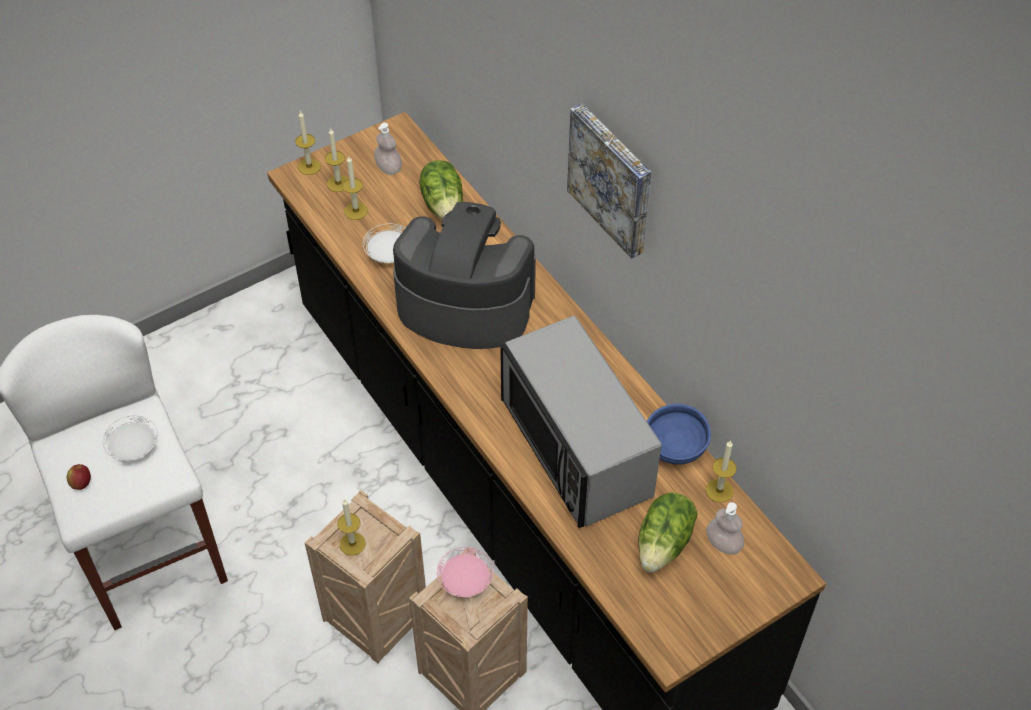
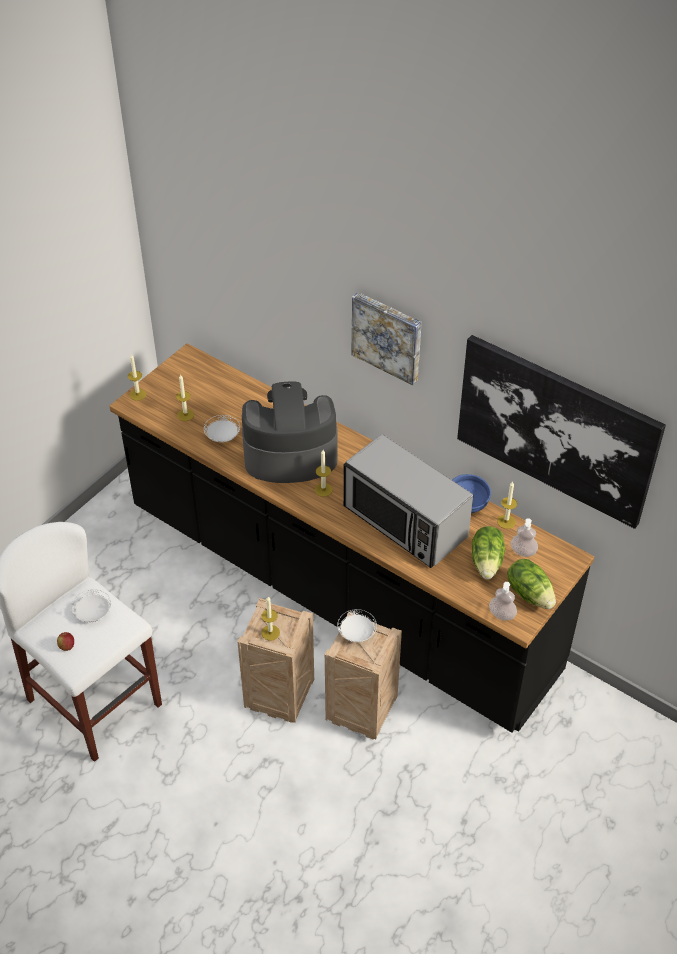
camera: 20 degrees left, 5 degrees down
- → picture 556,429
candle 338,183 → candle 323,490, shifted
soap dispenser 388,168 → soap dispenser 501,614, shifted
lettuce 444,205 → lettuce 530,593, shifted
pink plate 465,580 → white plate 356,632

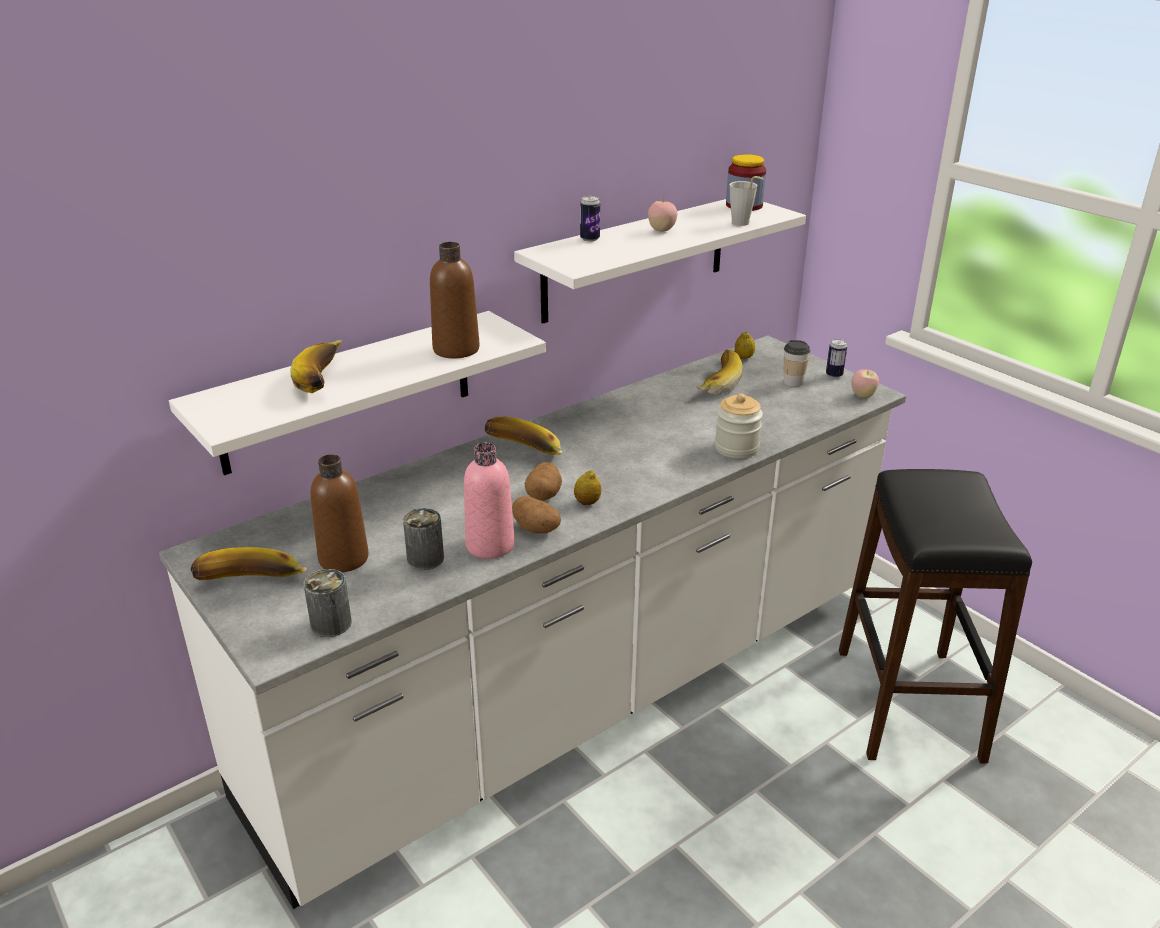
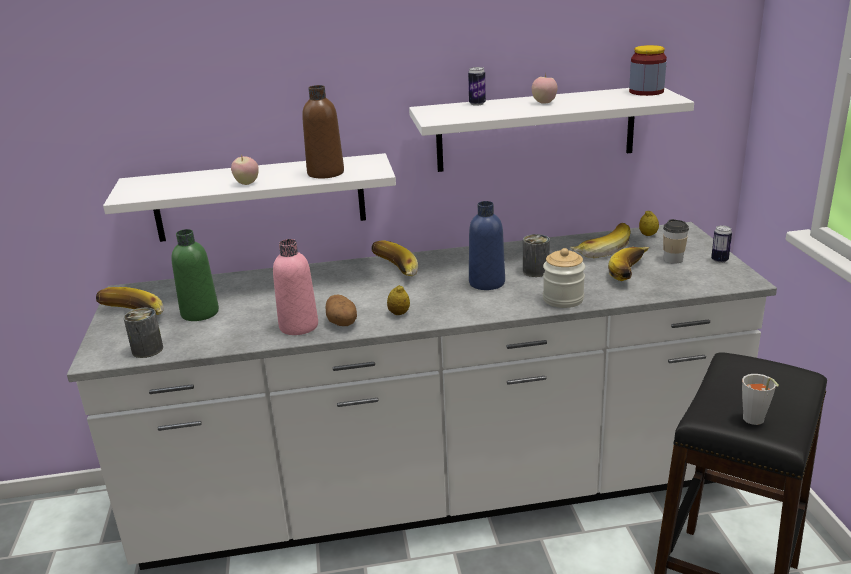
camera: 30 degrees right, 5 degrees down
potato 544,494 → -
- → blue bottle 487,283
banana 327,379 → banana 633,273, shifted
can 425,559 → can 535,271, shifted
grey cup 743,224 → grey cup 755,422, shifted
apple 862,396 → apple 247,183, shifted
brown bottle 343,558 → green bottle 200,313

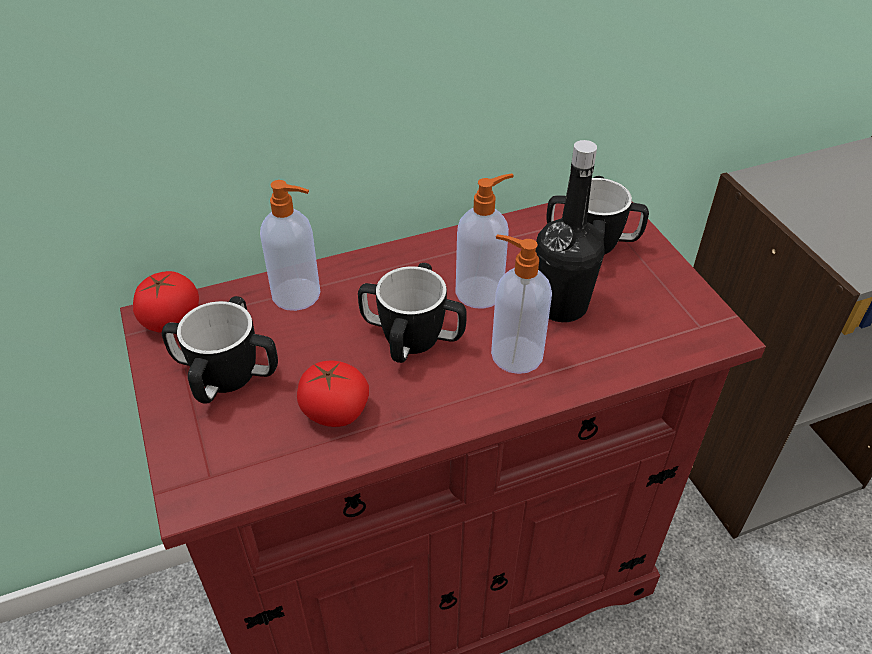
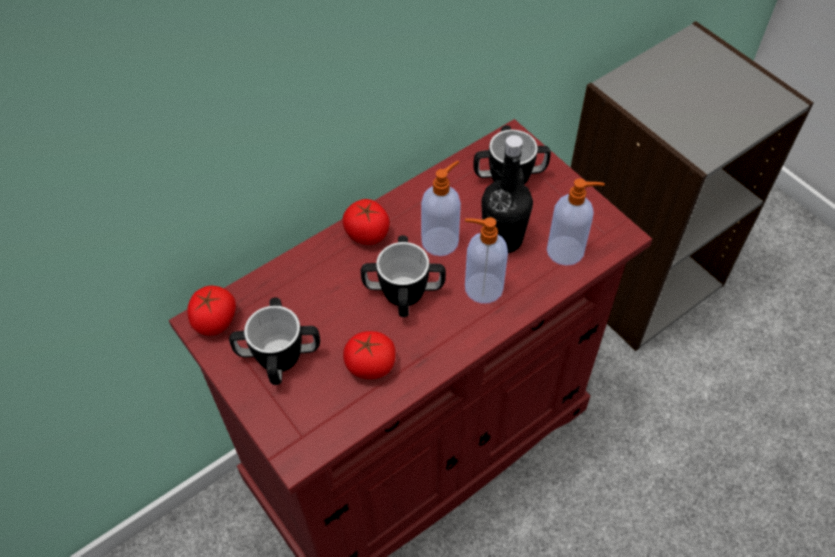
camera: 15 degrees left, 10 degrees up
- → tomato 367,233
soap dispenser 298,295 → soap dispenser 566,251, shifted

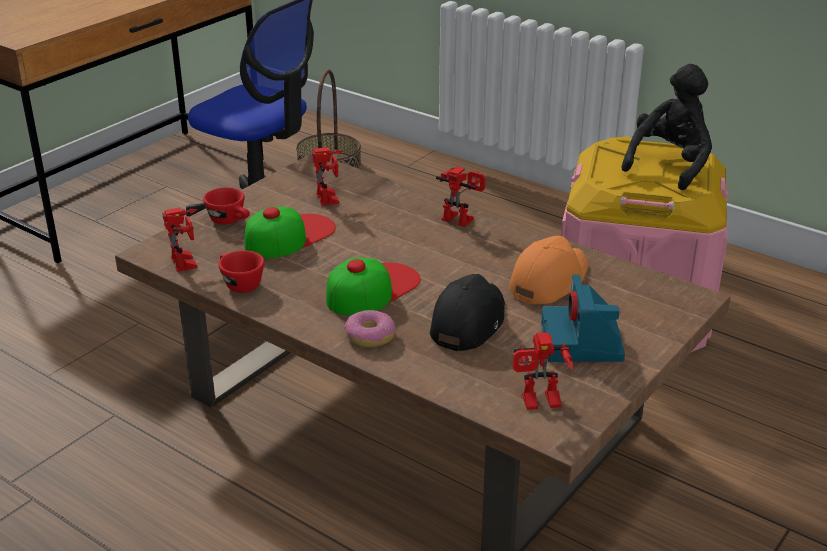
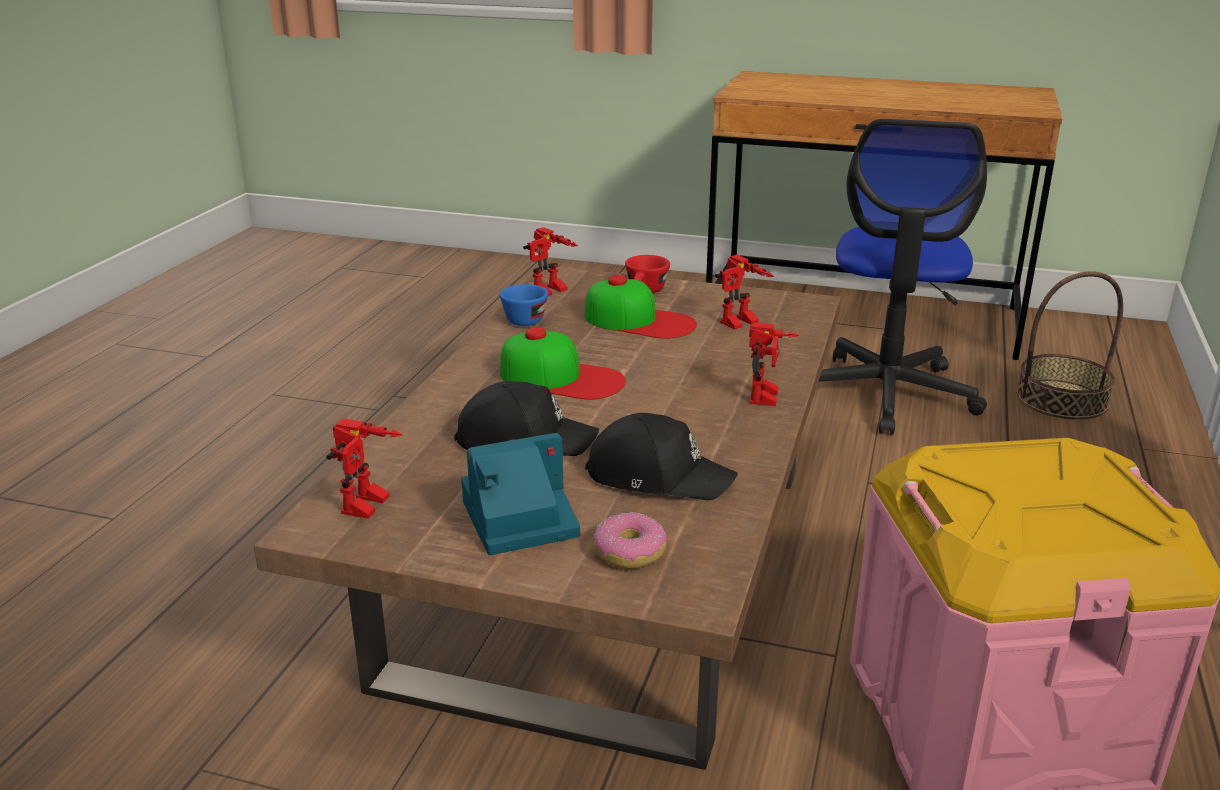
camera: 70 degrees right, 5 degrees down
black plush toy 669,165 → -
donut 369,336 → donut 629,552, shifted
red cup 239,283 → blue cup 528,318
orange cap 548,281 → black cap 658,476
toy robot 539,404 → toy robot 369,507, 135 degrees counterclockwise

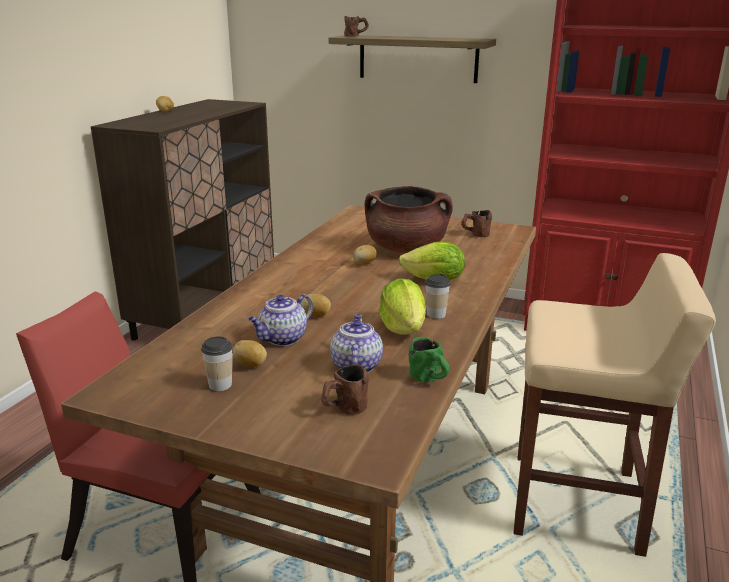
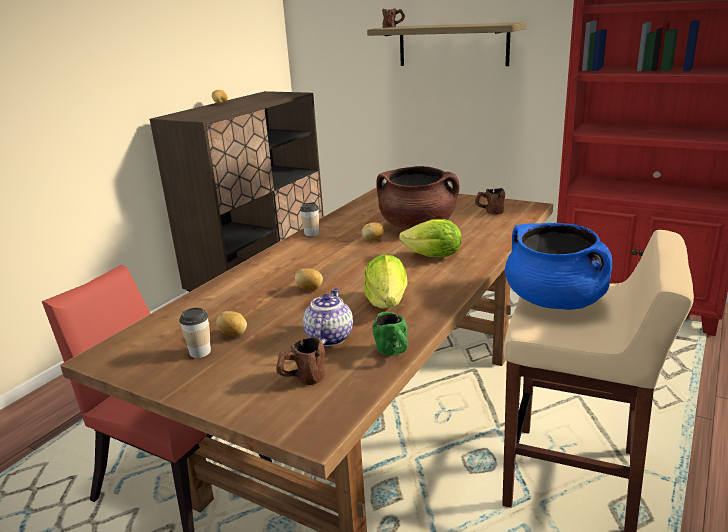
camera: 10 degrees right, 0 degrees up
teapot 282,339 → -
- → blue cooking pot 555,301
cup 436,314 → cup 311,234, shifted

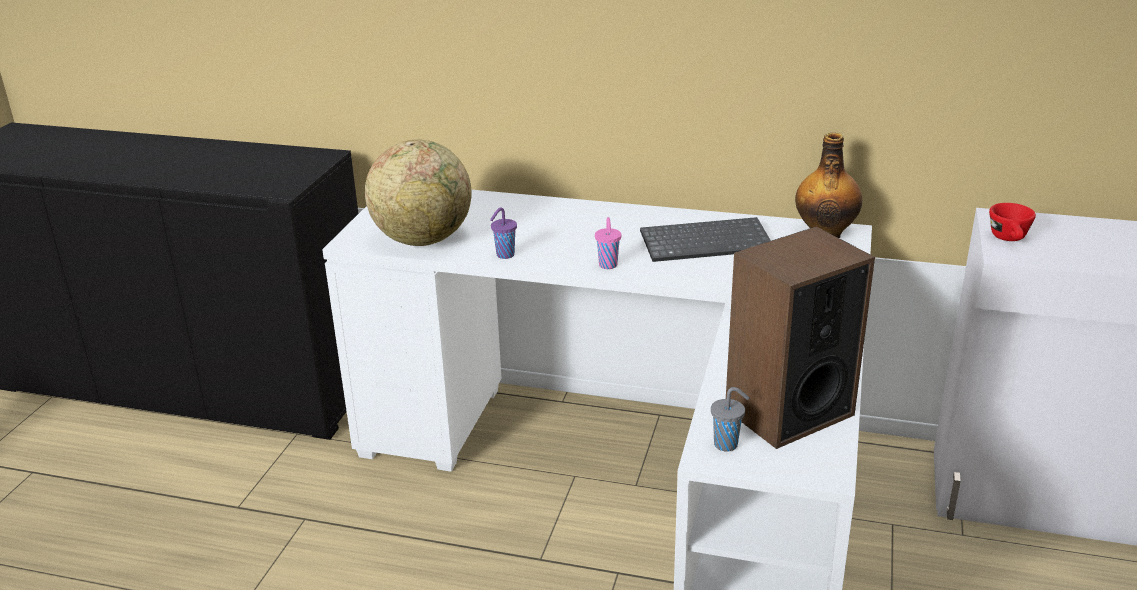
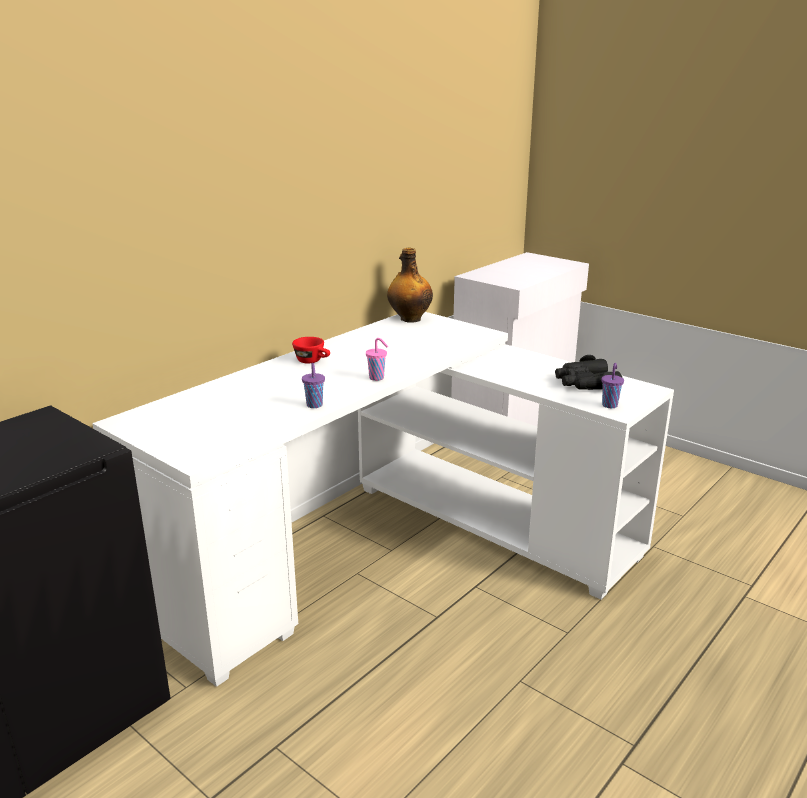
camera: 65 degrees left, 5 degrees down
globe 423,239 → -
keyboard 707,242 → -
red cup 1010,239 → red cup 313,361, shifted
speaker 788,412 → black binoculars 586,383
grey cup 727,445 → purple cup 610,405

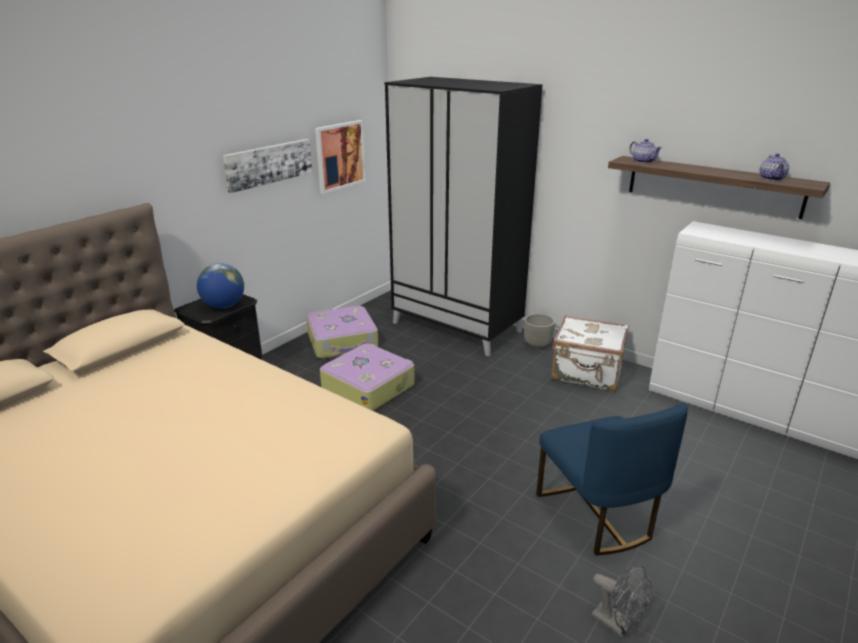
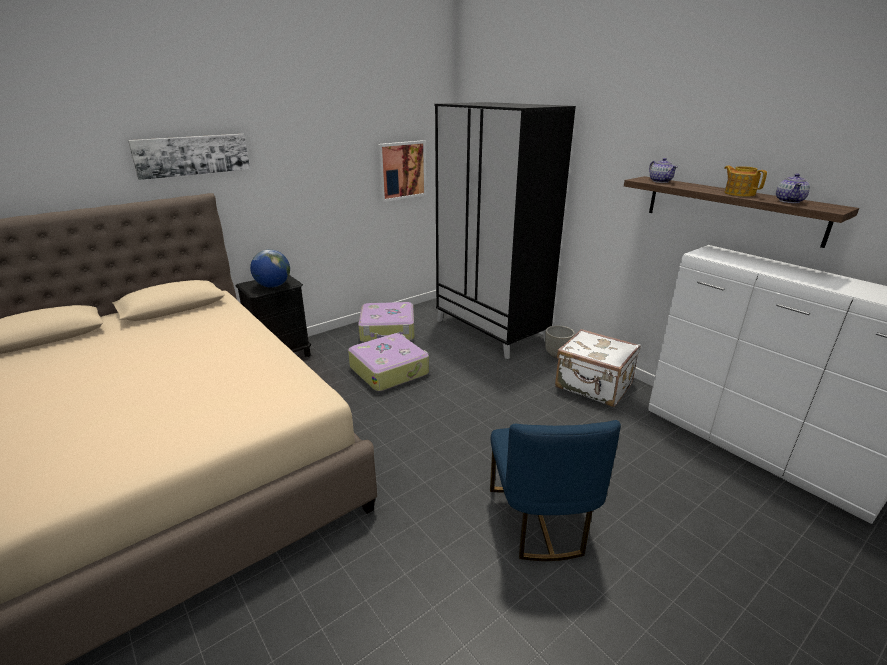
camera: 15 degrees right, 0 degrees up
grey fan 617,624 → -
- → teapot 739,193
picture 268,164 → picture 192,155, shifted

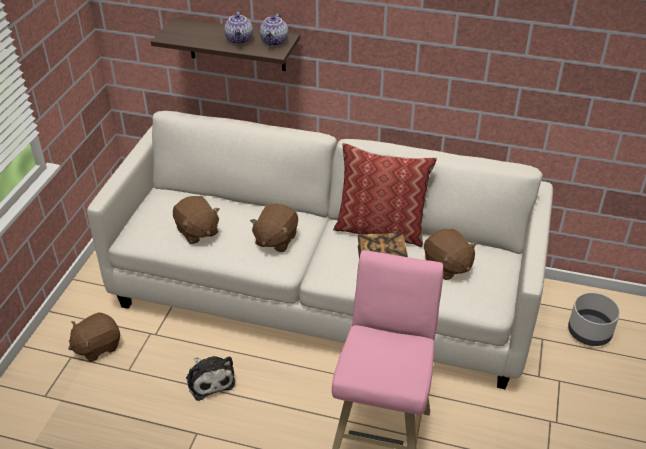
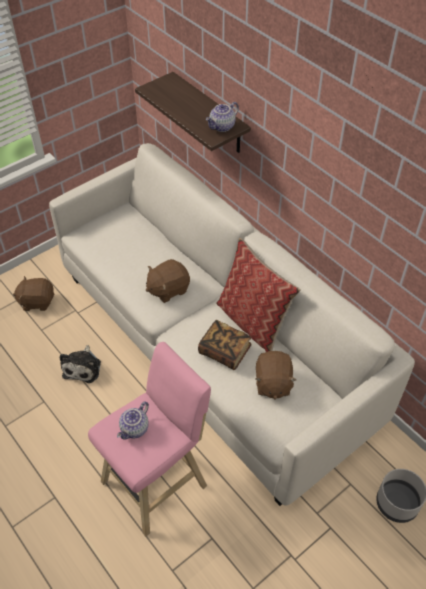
camera: 35 degrees right, 10 degrees up
brown plush toy 197,231 → -
teapot 240,40 → teapot 135,429, shifted

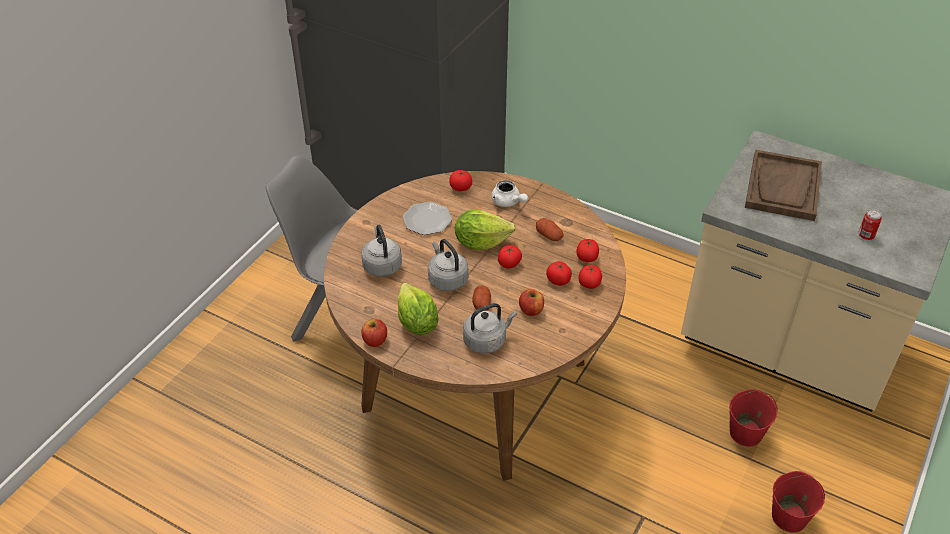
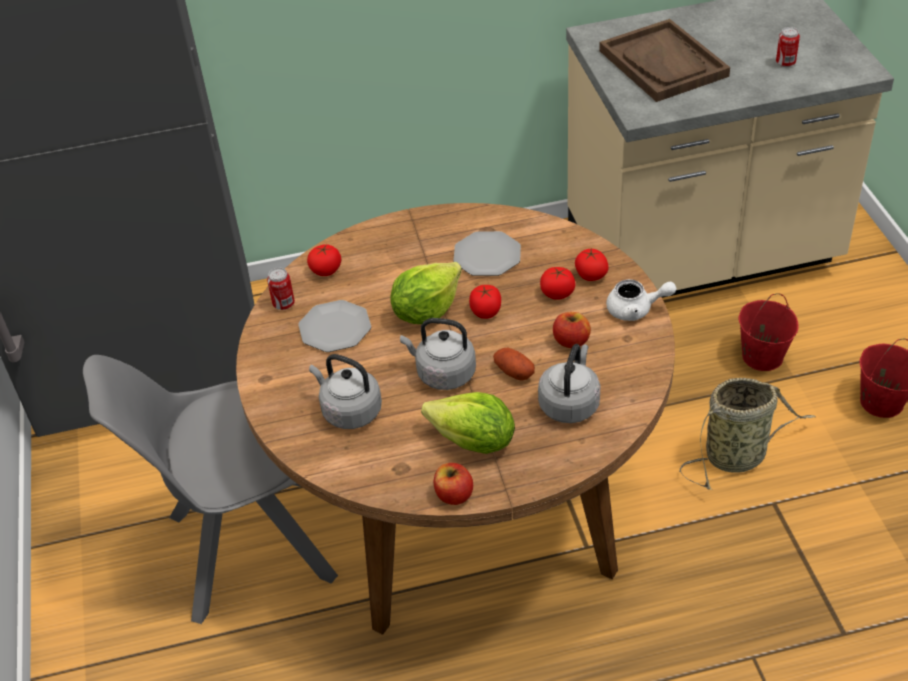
camera: 40 degrees left, 0 degrees up
tomato 587,257 → -
- → can 284,304
- → basket 738,455
white teapot 508,202 → white teapot 636,310, shifted
potato 549,235 → plate 487,256

